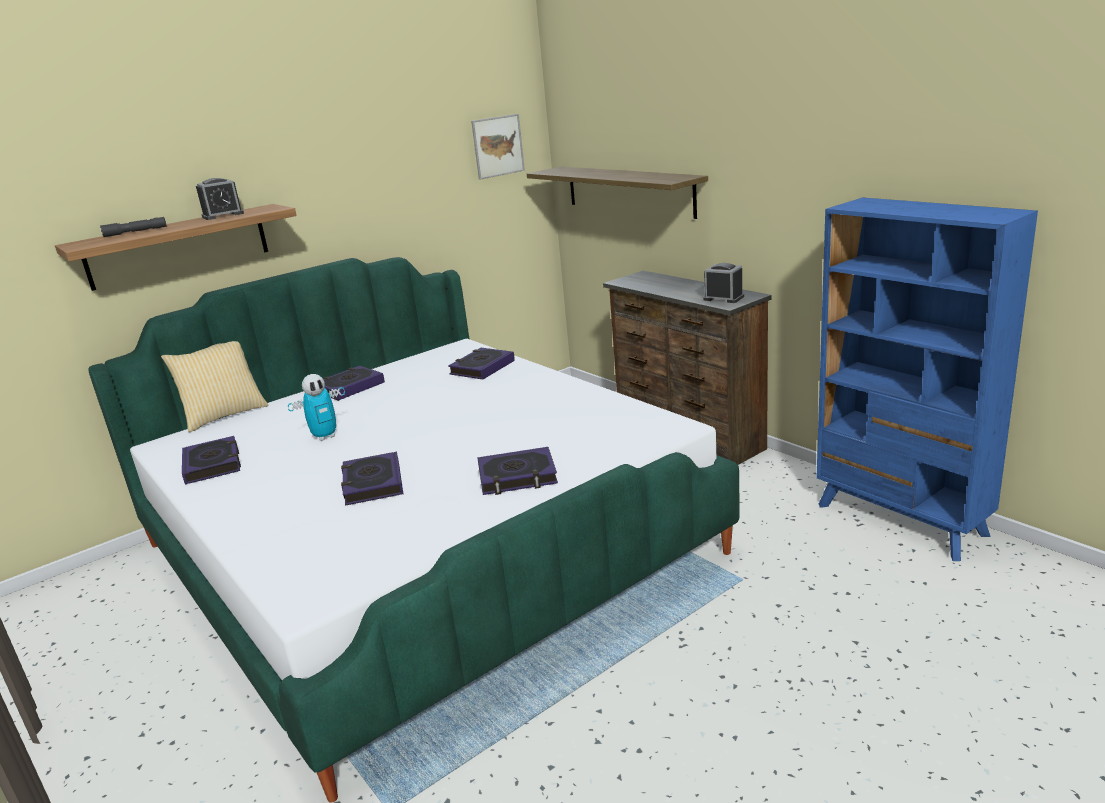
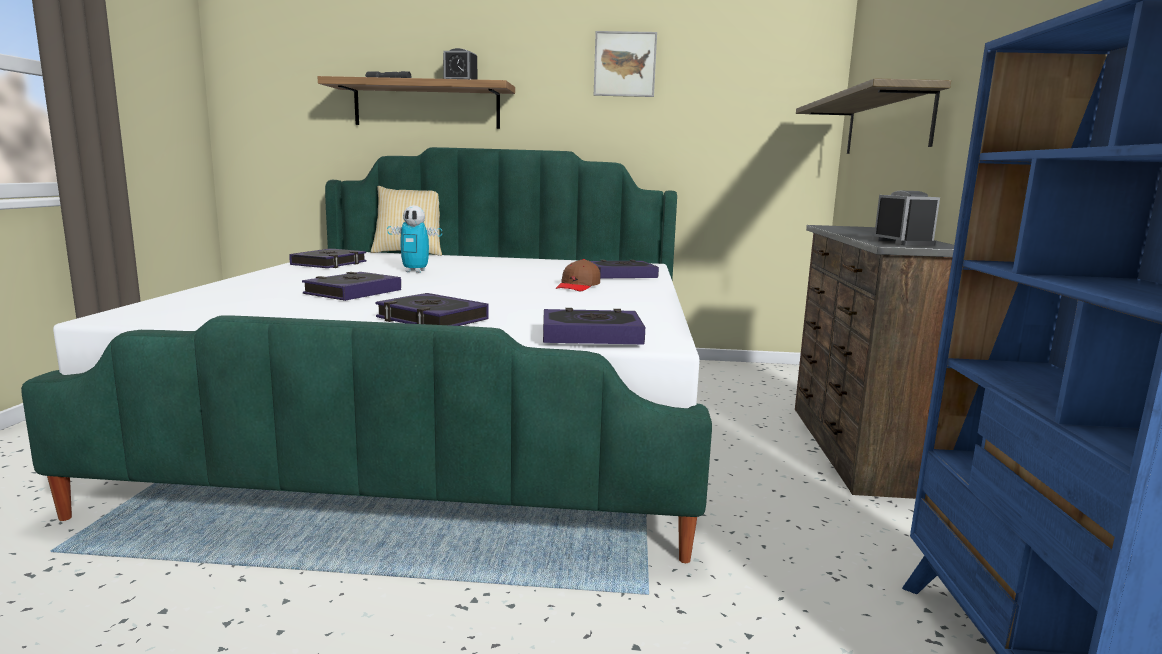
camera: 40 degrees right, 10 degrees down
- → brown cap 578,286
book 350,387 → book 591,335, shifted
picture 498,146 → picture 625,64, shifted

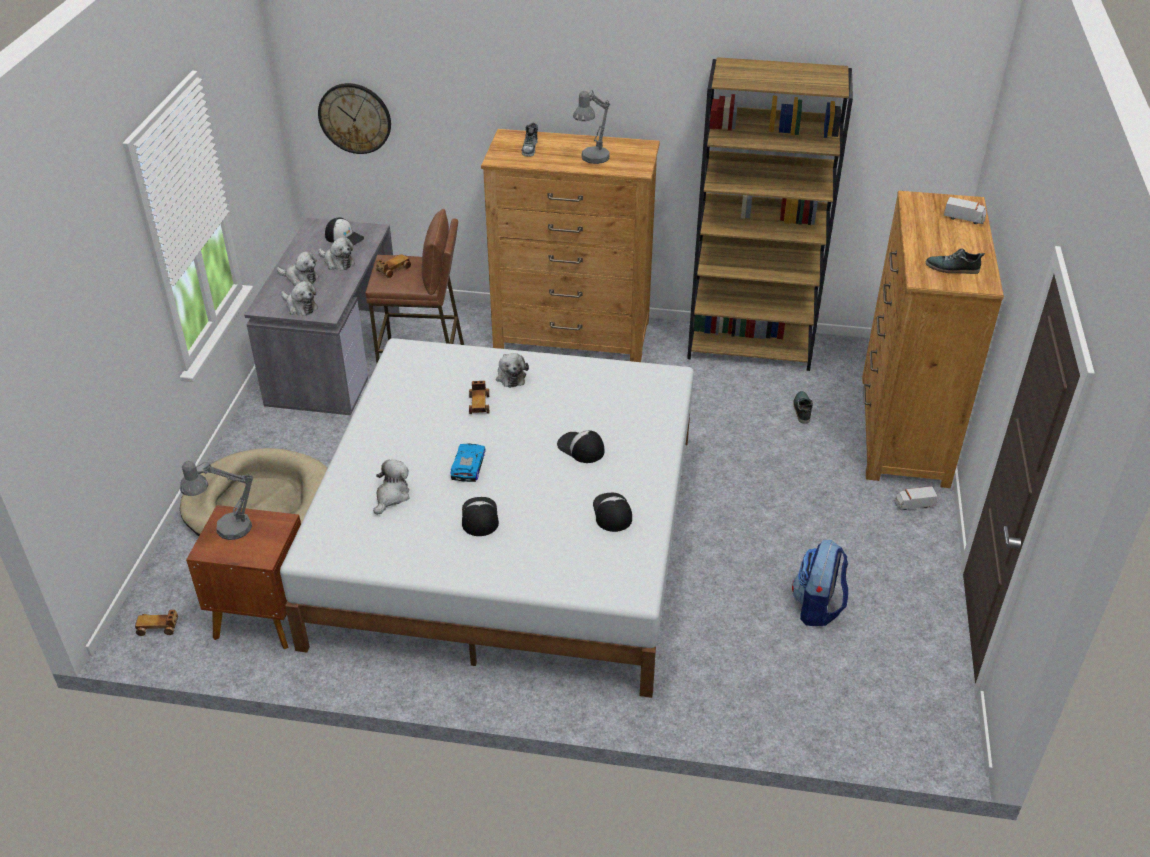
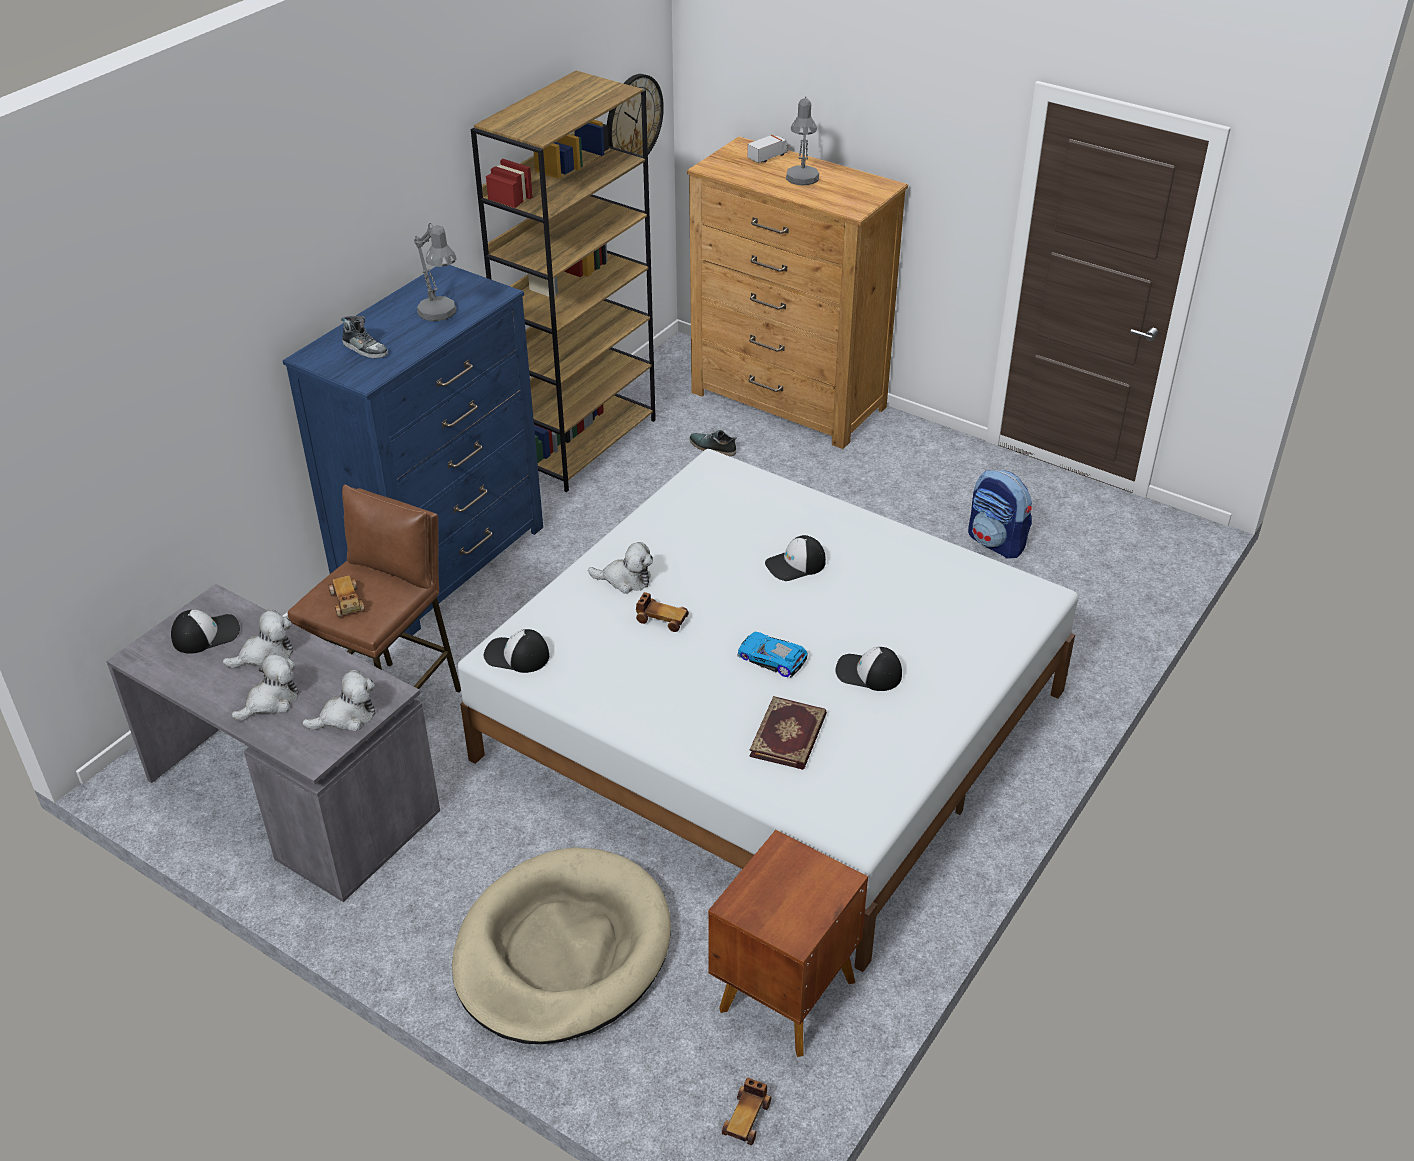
camera: 65 degrees left, 0 degrees up
toy truck 913,504 → -
shoe 952,268 → -
grey table lamp 226,529 → grey table lamp 802,181, shifted
wall clock 355,118 → wall clock 633,120, shifted
cap 611,513 → cap 516,655, shifted
plush toy 392,496 → book 789,736
brown dresser 572,334 → blue dresser 443,562

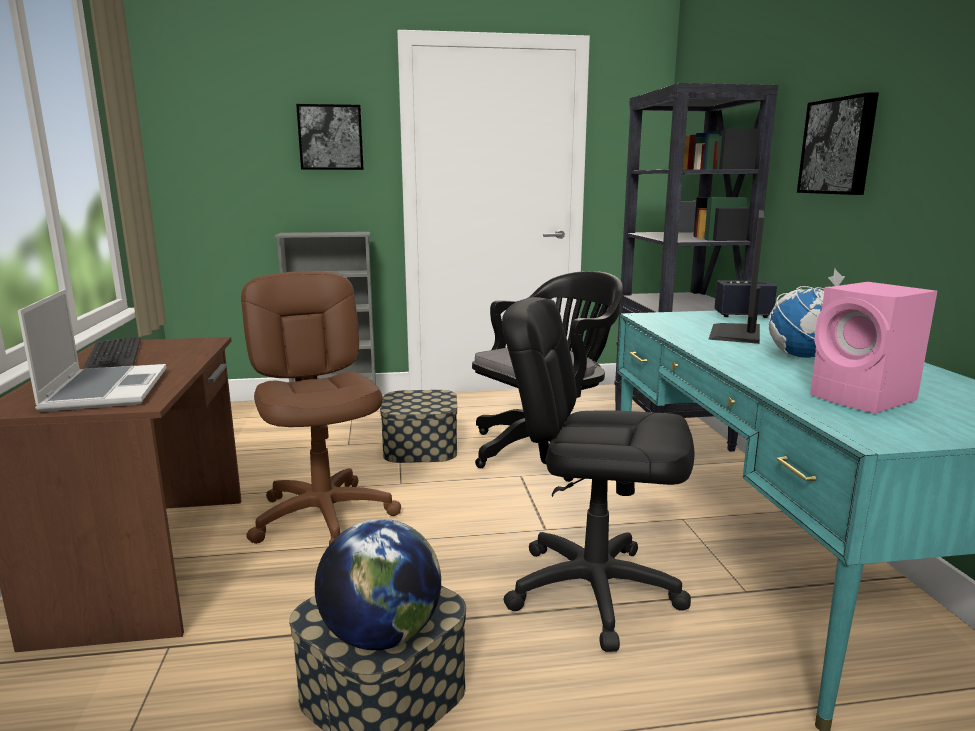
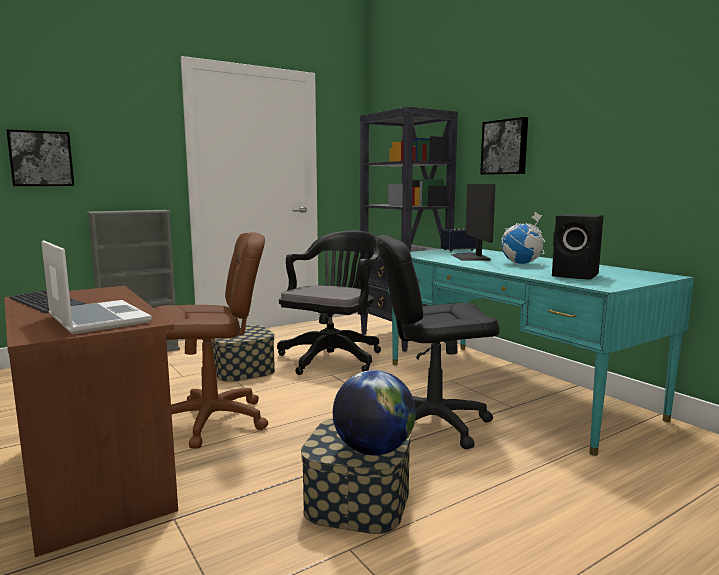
camera: 25 degrees left, 5 degrees down
picture 331,137 → picture 41,158, shifted
pink speaker 865,399 → black speaker 577,275
brown office chair 324,516 → brown office chair 212,421, 120 degrees clockwise

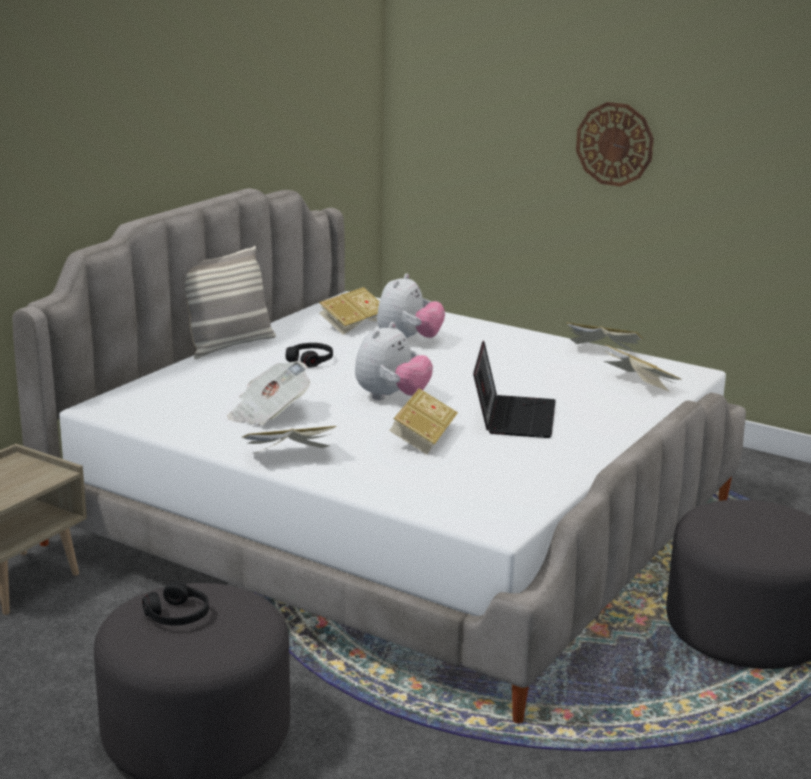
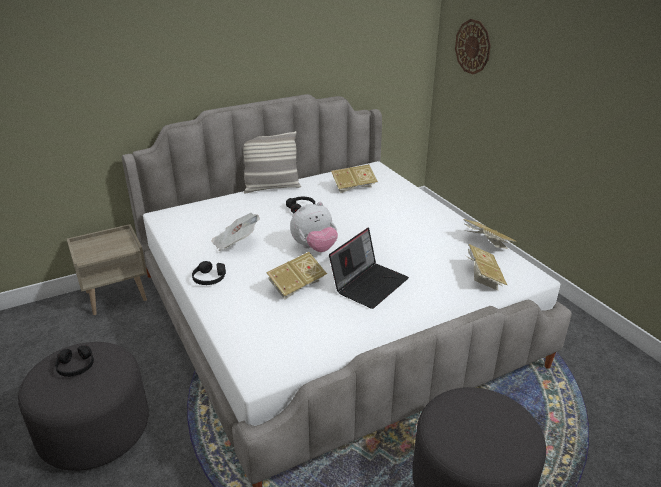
camera: 30 degrees right, 10 degrees up
plush toy 408,341 → -
wall clock 614,144 → wall clock 473,46, shifted
book 289,457 → black headphones 209,278

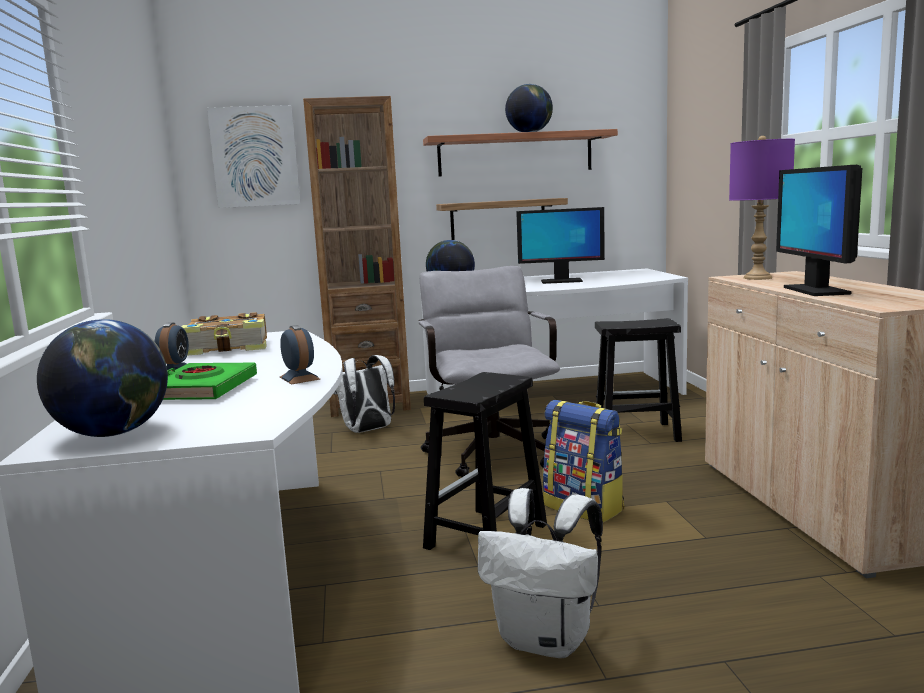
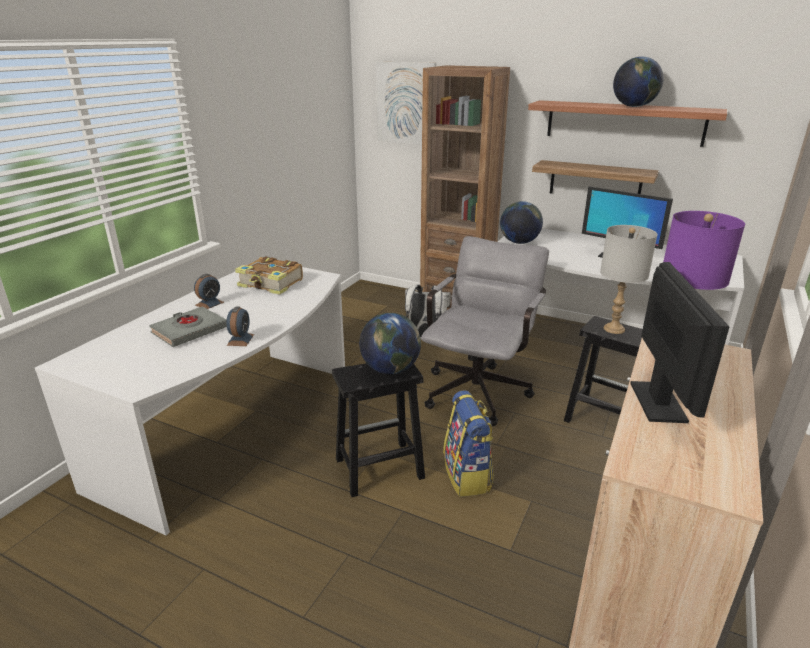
camera: 35 degrees right, 15 degrees up
white backpack 547,640 → -
- → grey table lamp 614,329
globe 113,433 → globe 391,369, shifted
green book 203,389 → grey book 189,331
monitor 815,290 → monitor 658,402, 150 degrees clockwise

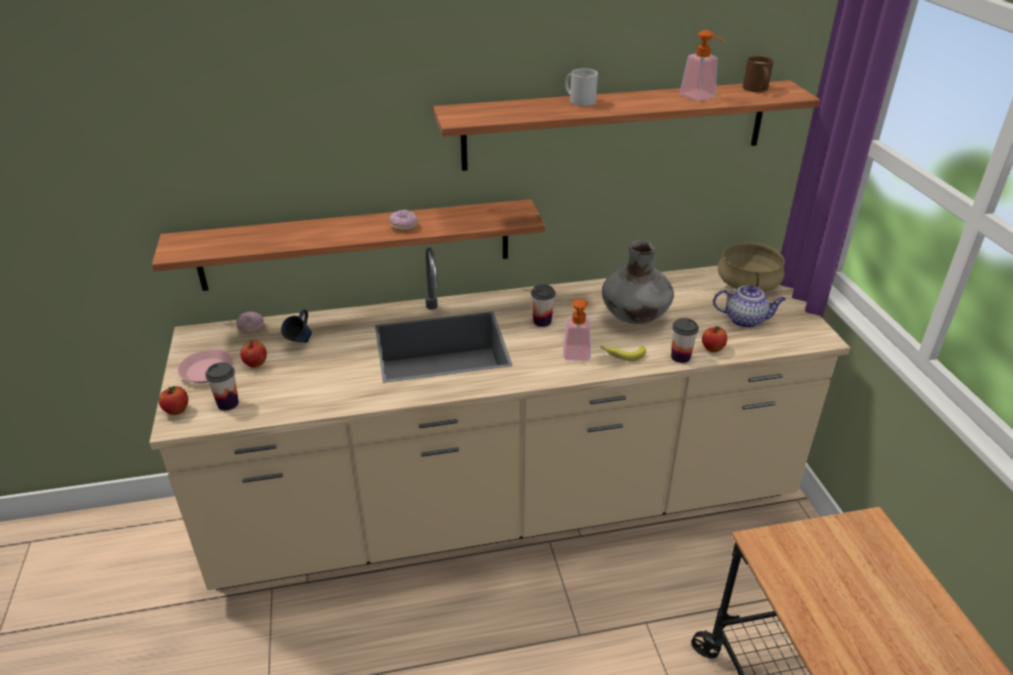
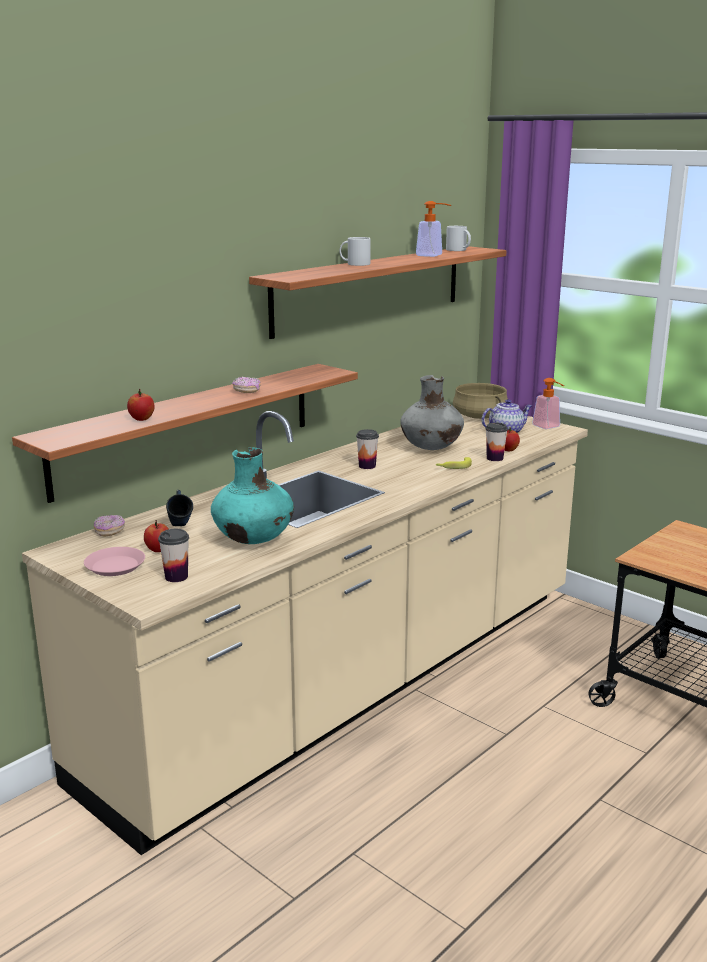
camera: 35 degrees left, 15 degrees down
- → turquoise vase 254,540
apple 177,411 → apple 141,419, shifted
soap dispenser 576,357 → soap dispenser 549,427, shifted
brown mug 755,89 → white mug 457,250

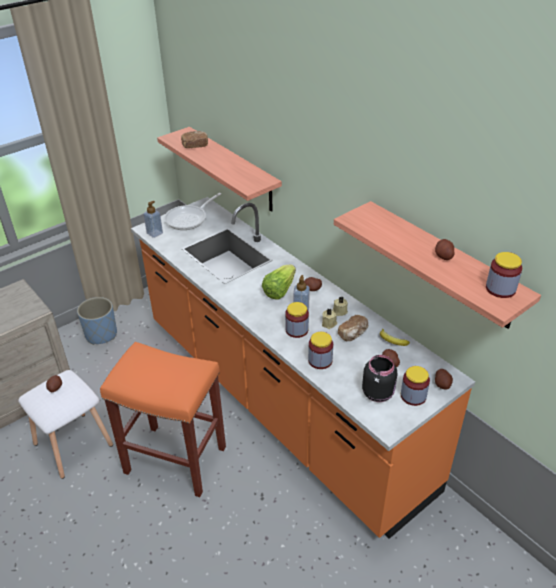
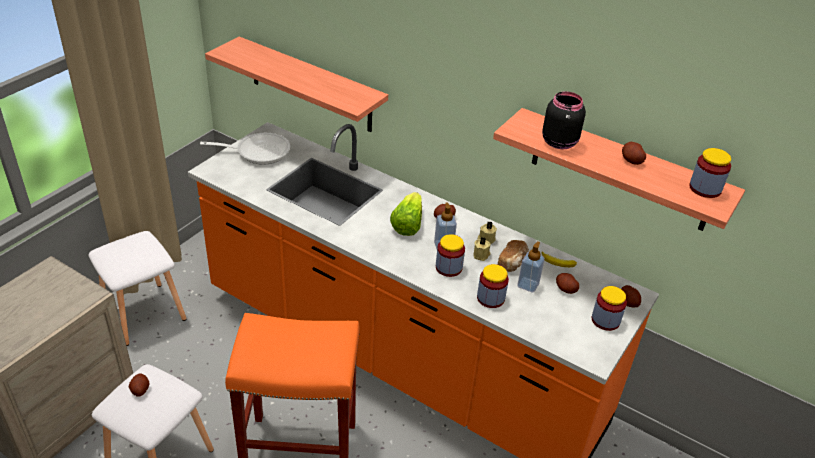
camera: 20 degrees left, 0 degrees up
bread 195,146 → -
soap dispenser 154,233 → soap dispenser 528,285, shifted
black jar 378,393 → black jar 559,142, shifted
blue planter 101,334 → white stool 142,314
frying pan 189,219 → frying pan 258,152, 120 degrees counterclockwise

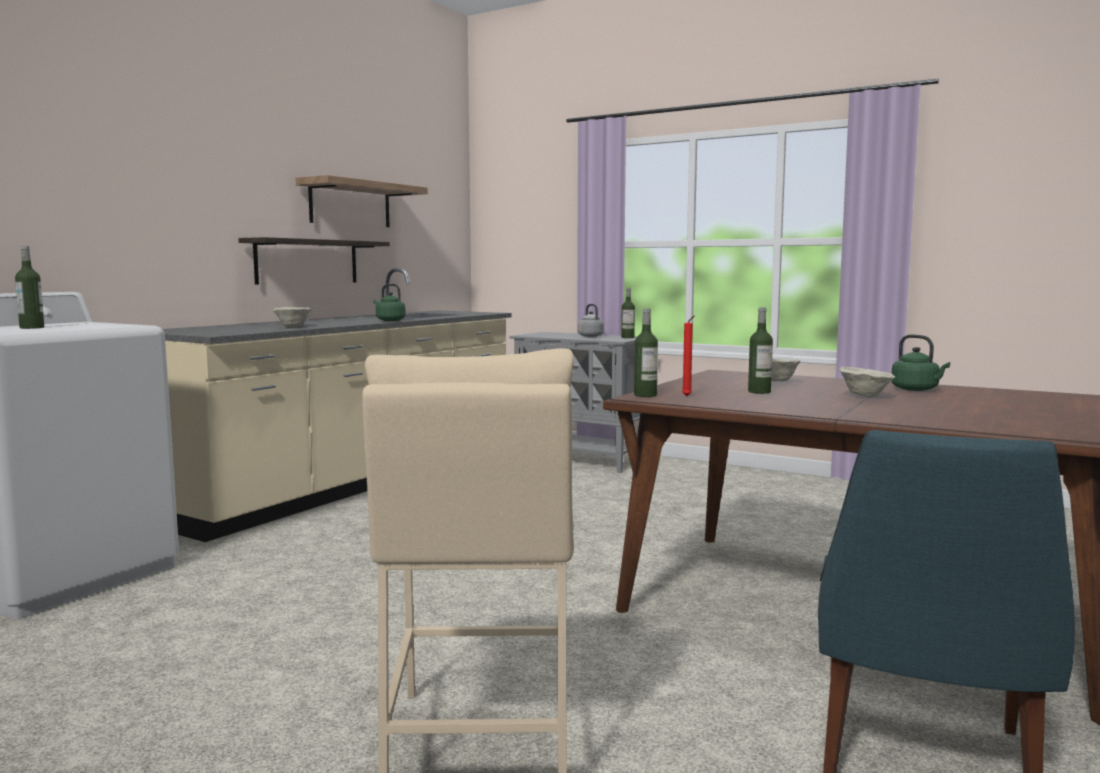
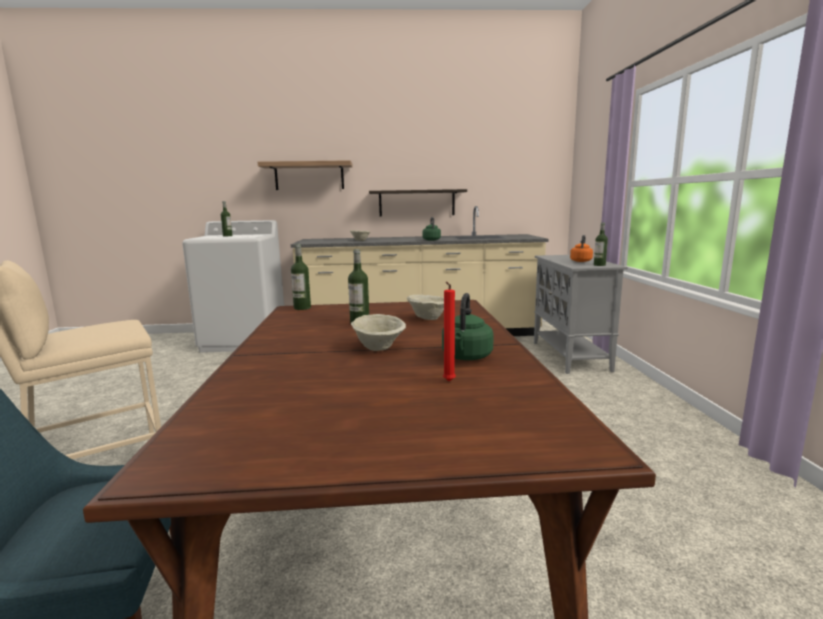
camera: 55 degrees right, 5 degrees up
shelf 350,204 → shelf 309,176, shifted
red candle 687,396 → red candle 448,382, shifted
grey kettle 589,336 → orange kettle 581,261

